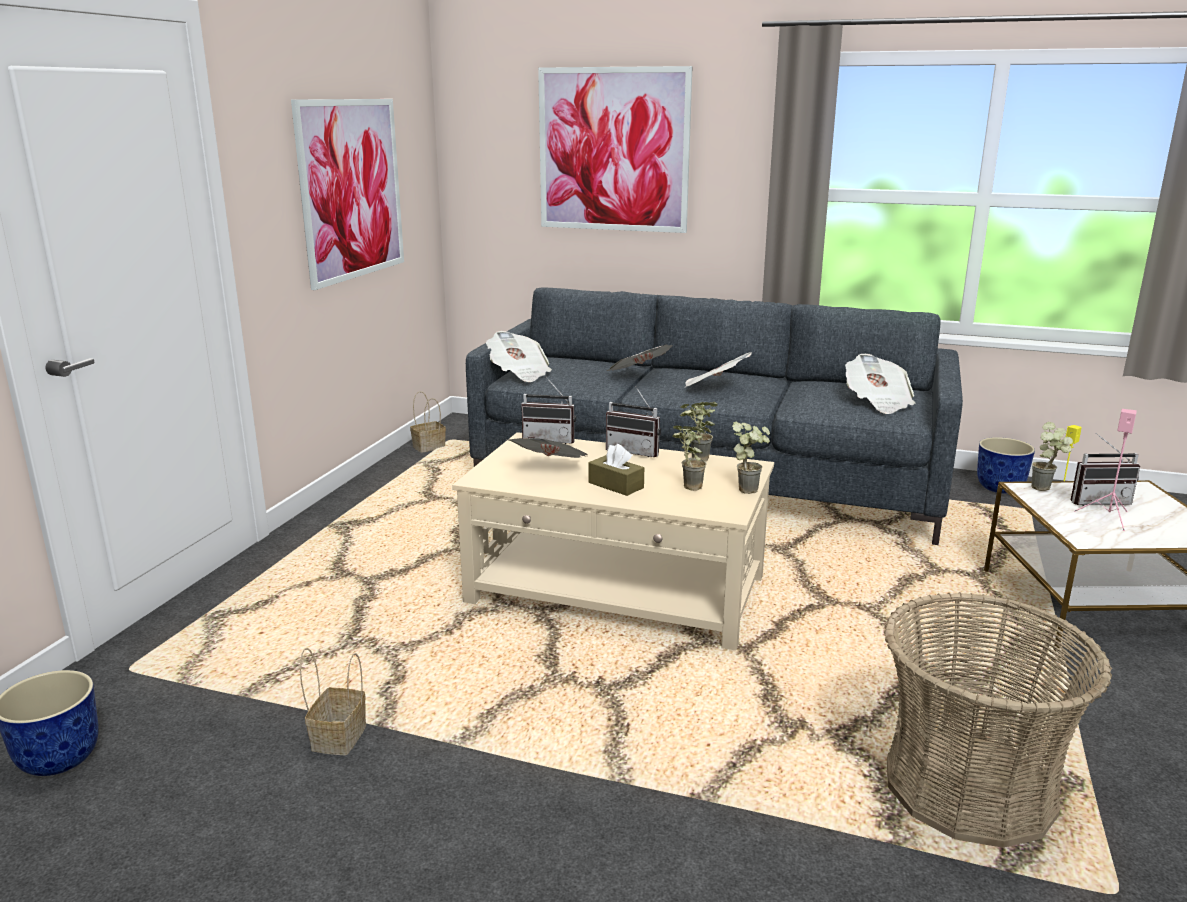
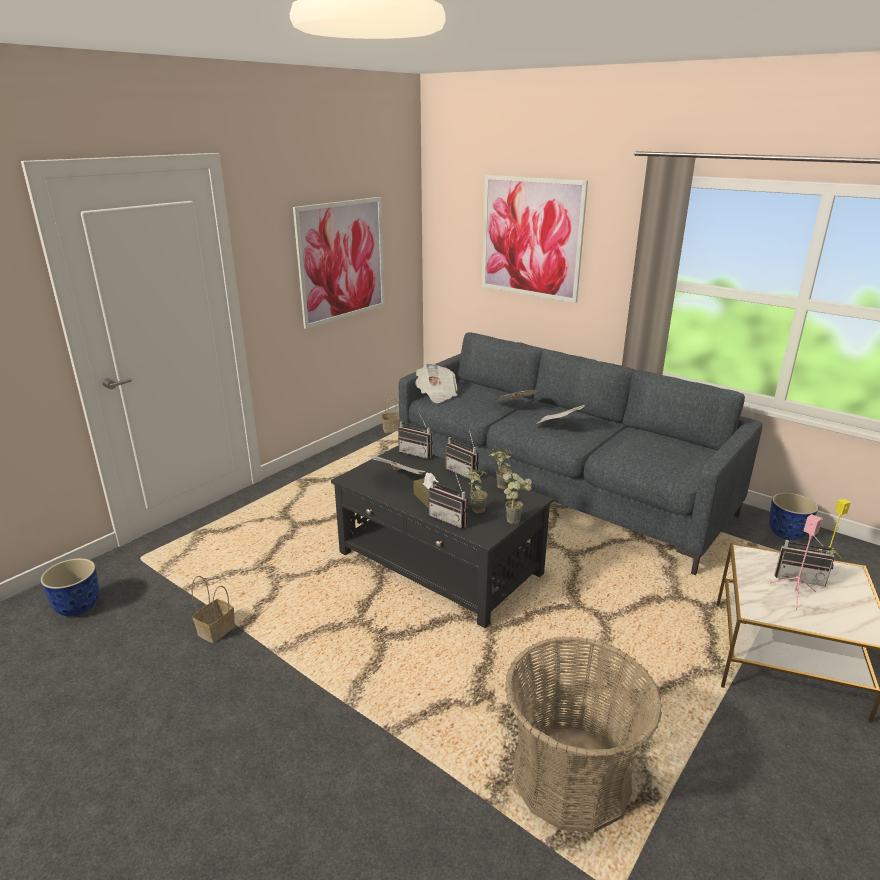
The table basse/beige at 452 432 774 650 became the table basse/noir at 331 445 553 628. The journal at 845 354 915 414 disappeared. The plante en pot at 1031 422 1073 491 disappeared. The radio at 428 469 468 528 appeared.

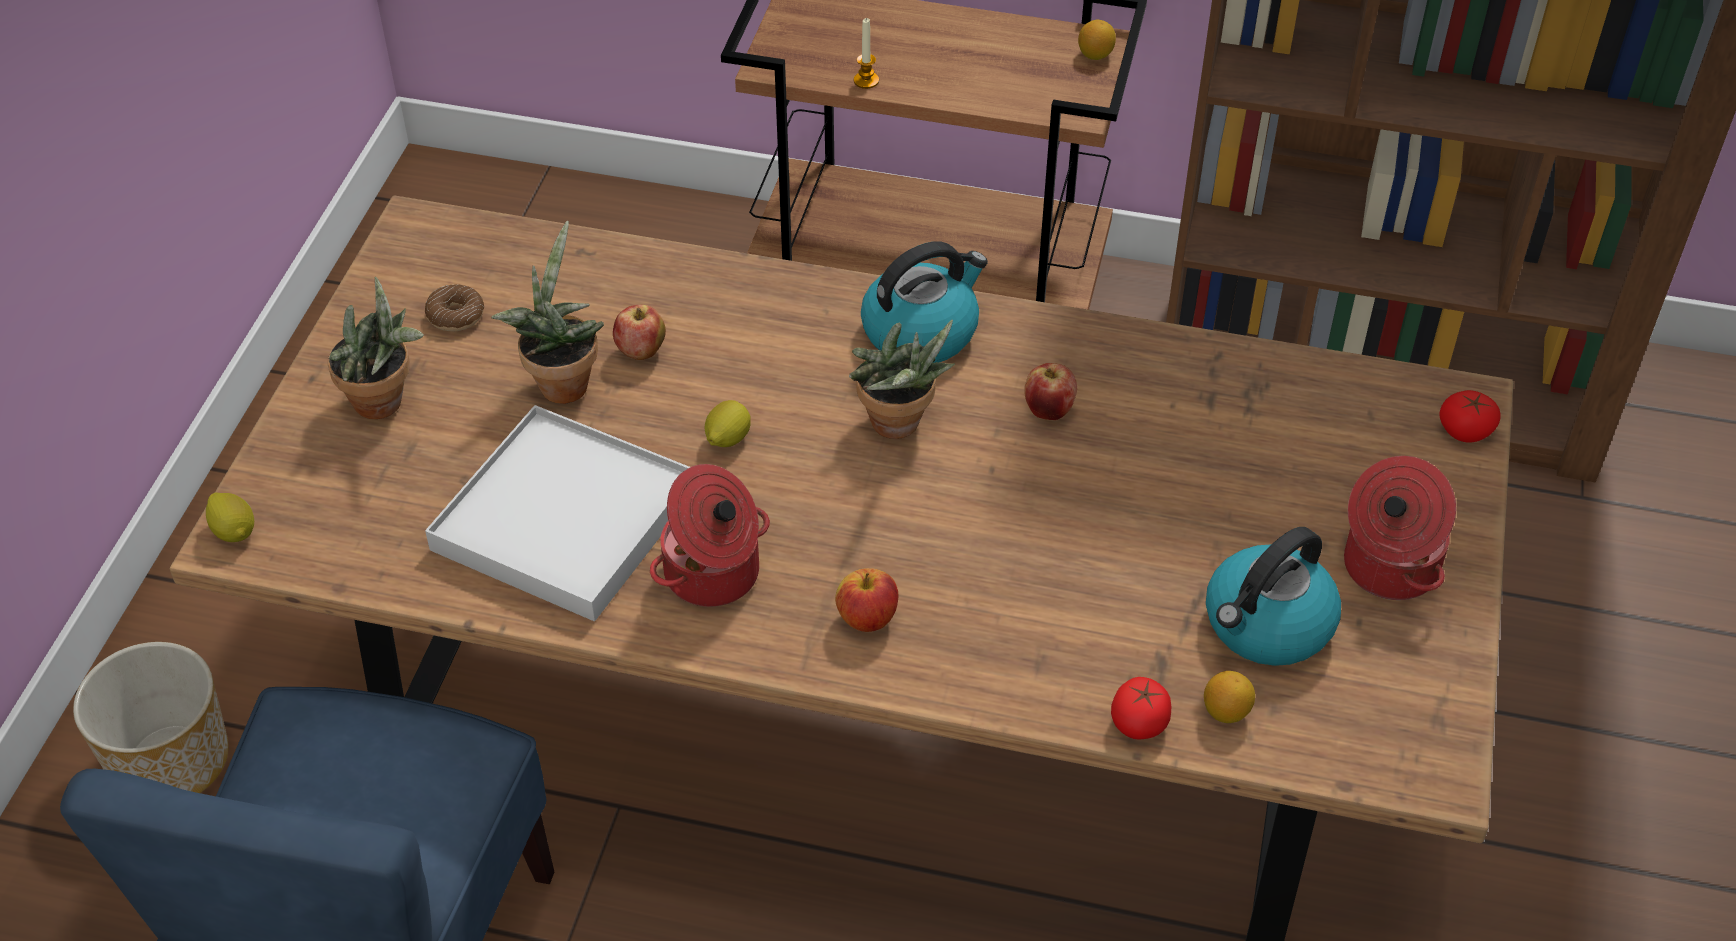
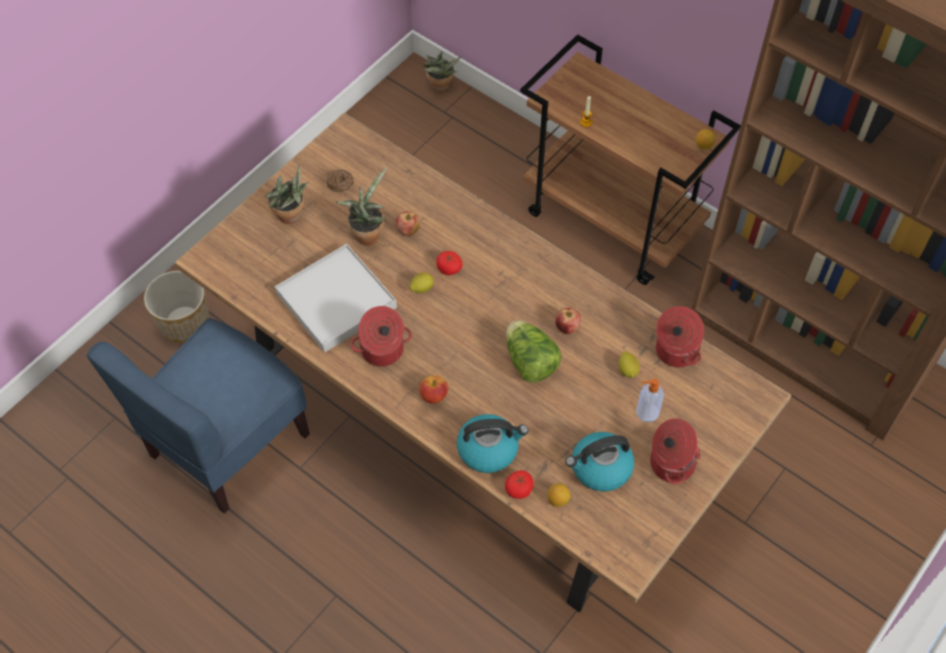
The citron moved from 206 493 254 542 to 619 351 640 378. The plante en pot moved from 849 320 955 439 to 423 51 461 92. The bouilloire moved from 861 241 988 363 to 457 414 528 473. The tomate moved from 1440 390 1501 443 to 437 251 463 275. The laitue at 506 320 561 383 appeared. The distributeur de savon at 636 379 664 422 appeared. The marmite at 656 306 704 368 appeared.

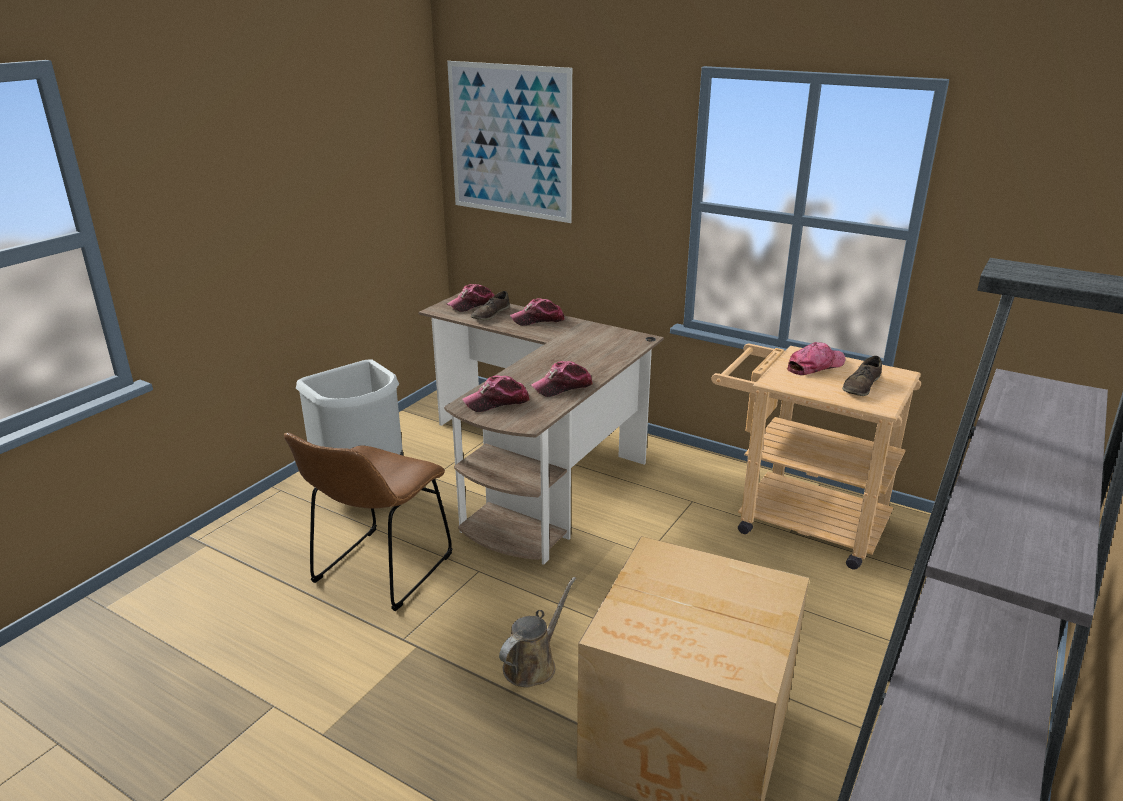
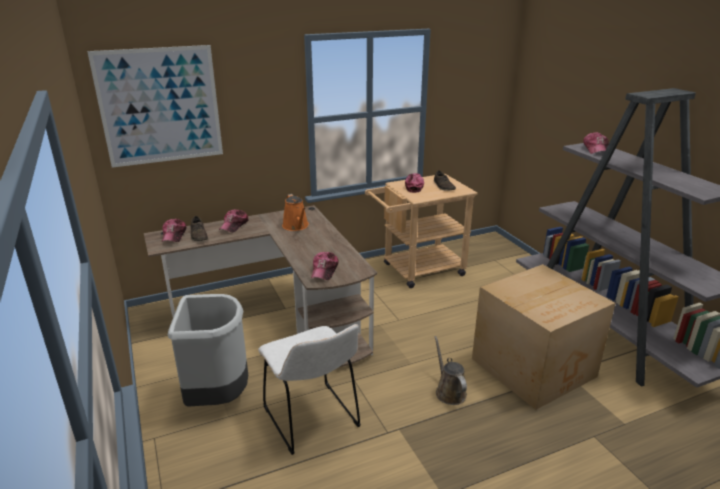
The chaise/marron at 284 433 452 611 became the chaise/blanc at 258 324 360 455. The casquette moved from 531 361 593 397 to 583 132 609 154. The arrosoir/orange at 282 194 309 231 appeared.

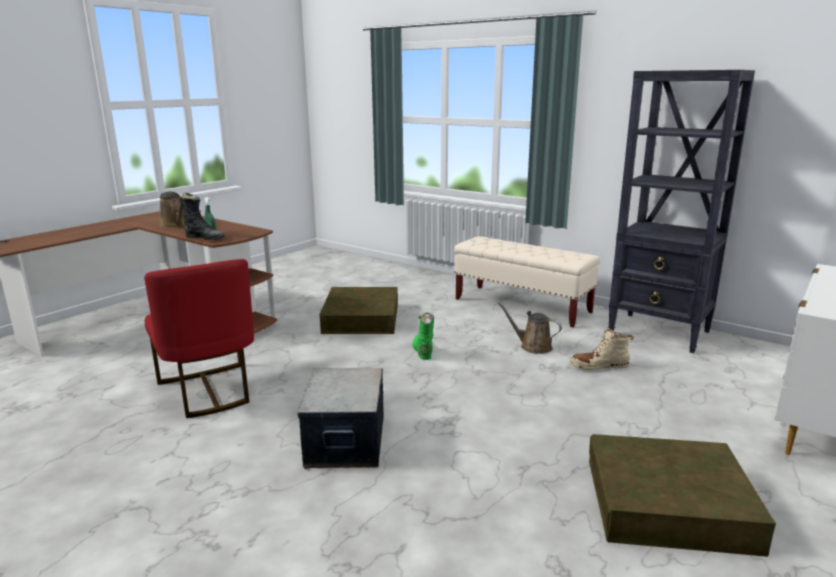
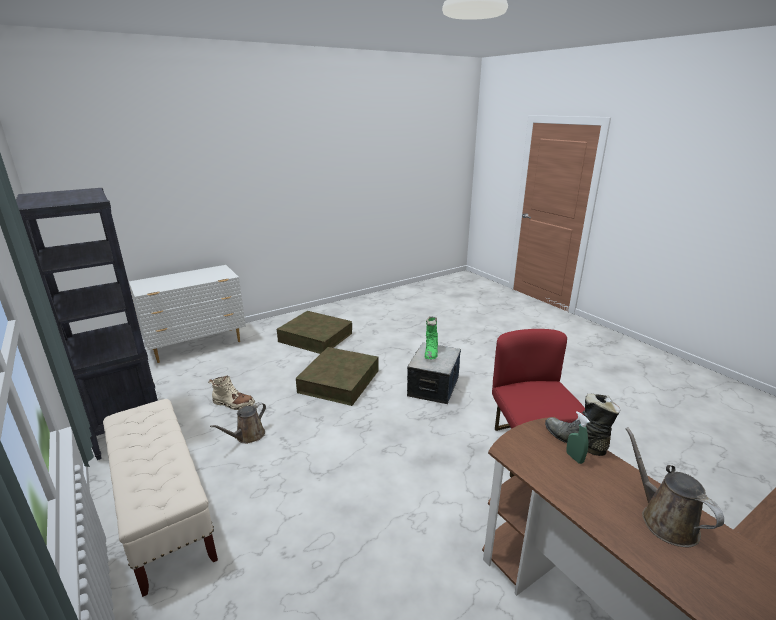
The boîte de rangement/marron moved from 319 287 398 334 to 296 347 379 406. The botte/vert moved from 412 312 434 360 to 425 316 438 359. The arrosoir/marron at 497 302 562 354 turned 75 degrees clockwise.

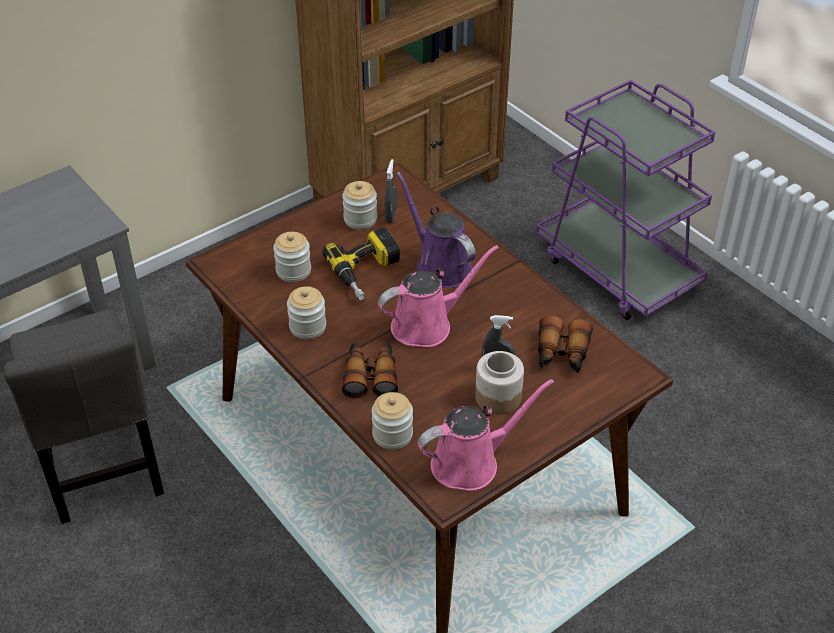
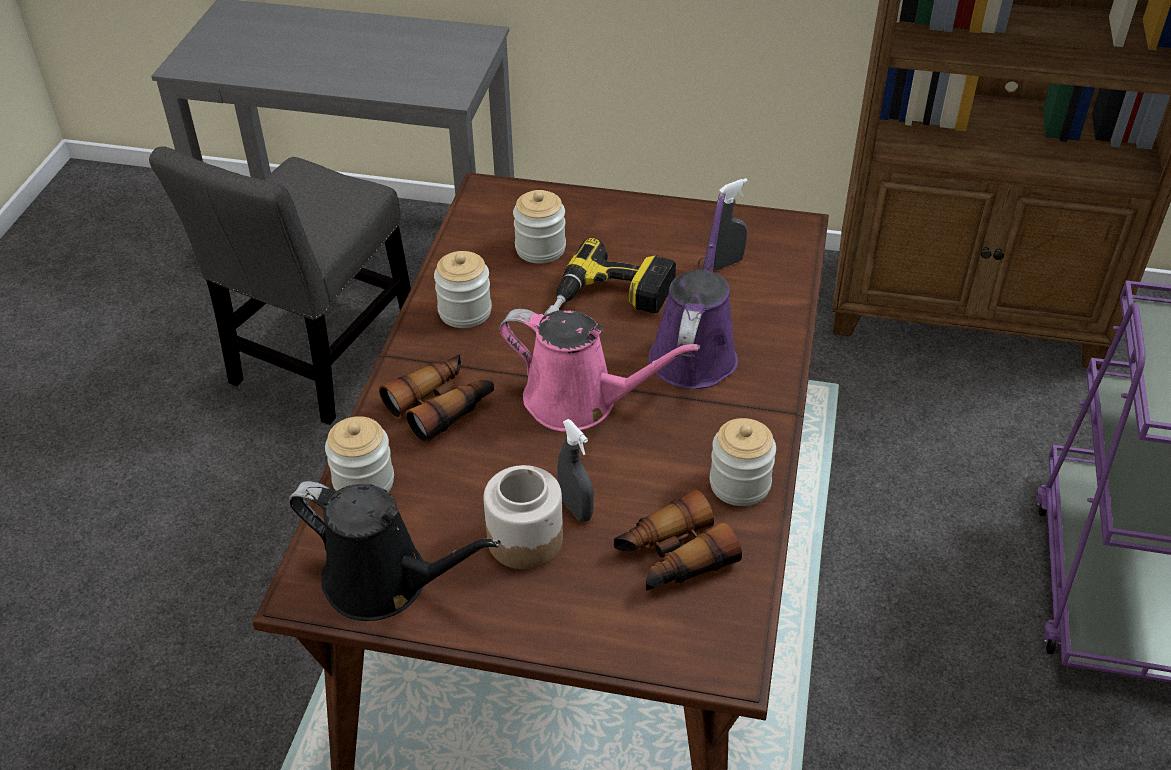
The bocal moved from 342 181 377 229 to 710 418 776 506. The arrosoir/rose at 418 379 554 491 became the arrosoir/noir at 289 481 501 621.

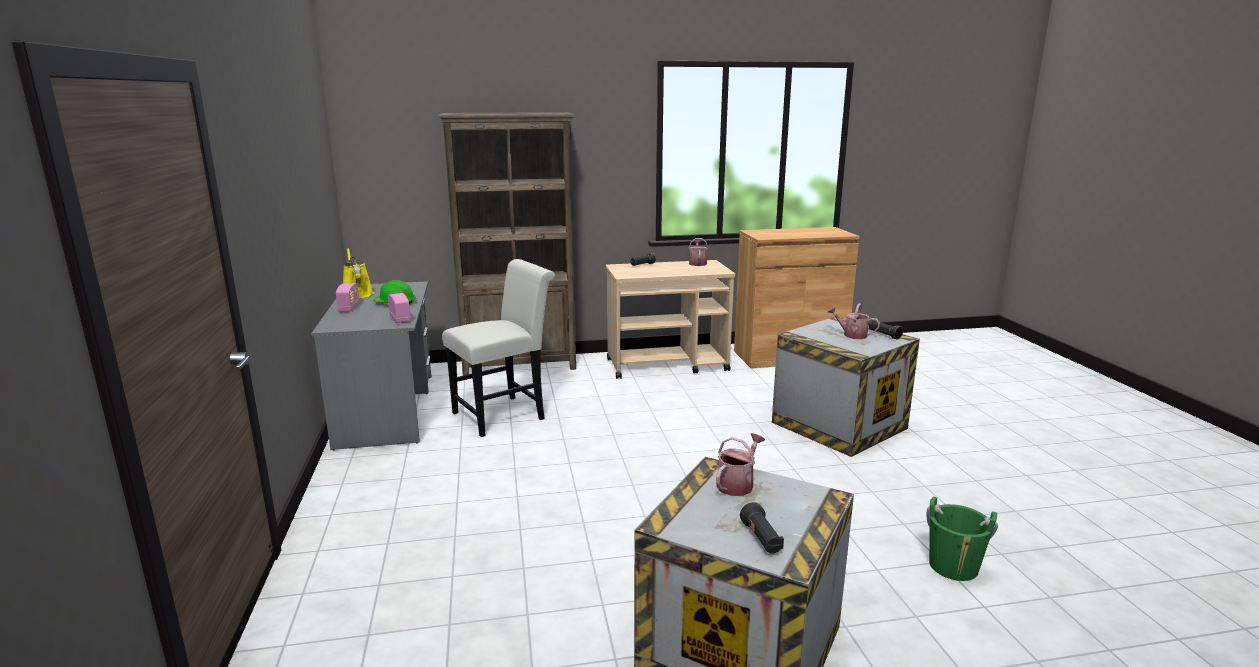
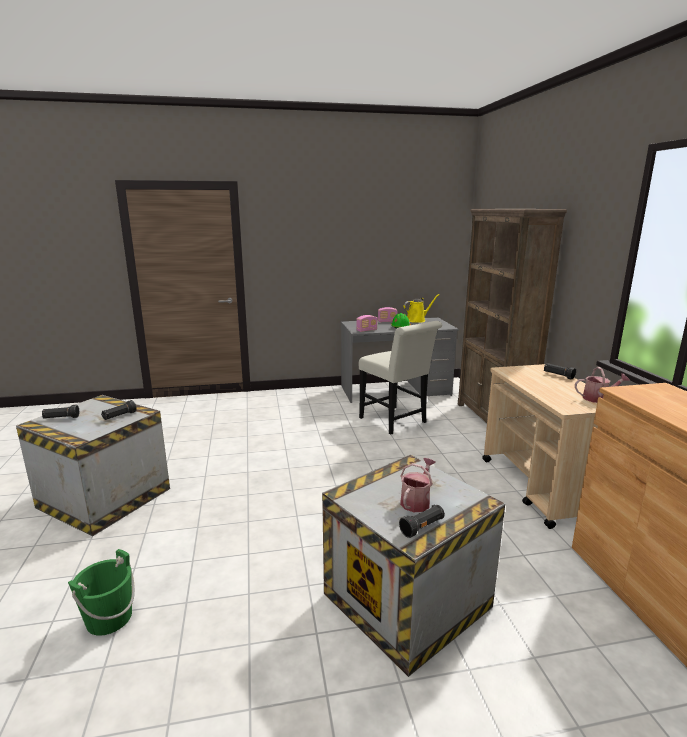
The arrosoir at 716 433 765 496 was replaced by the lampe de poche/noir at 101 400 137 420.

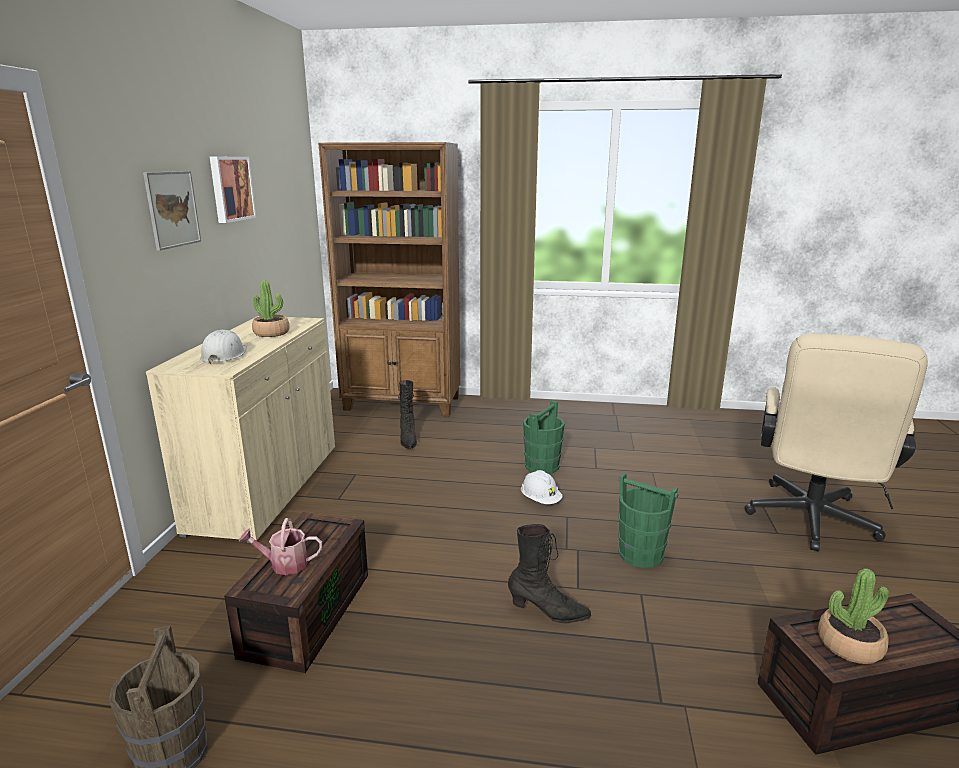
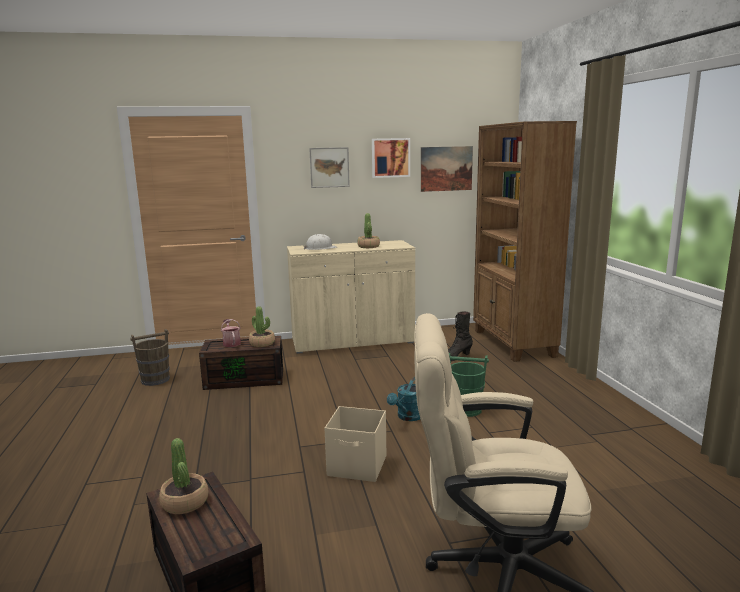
The botte/noir at 508 524 591 623 disappeared. The casque de chantier/blanc at 521 470 562 504 was replaced by the arrosoir/turquoise at 387 377 420 421. The seau/vert at 619 473 678 568 was replaced by the boîte de rangement/beige at 324 406 386 482. The plante en pot at 249 306 275 347 appeared. The tableau at 421 146 473 192 appeared.

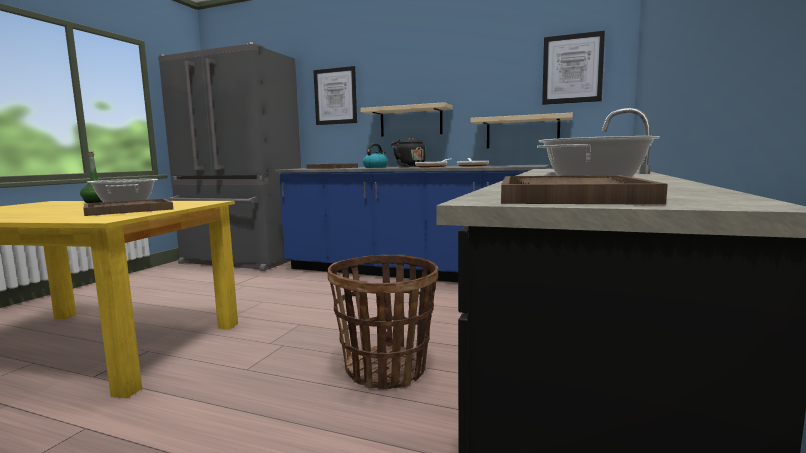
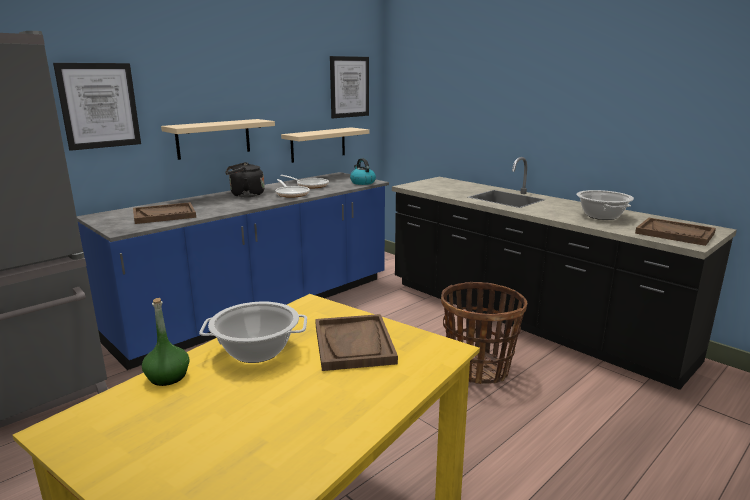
The bouilloire moved from 363 143 388 168 to 350 158 376 185.

